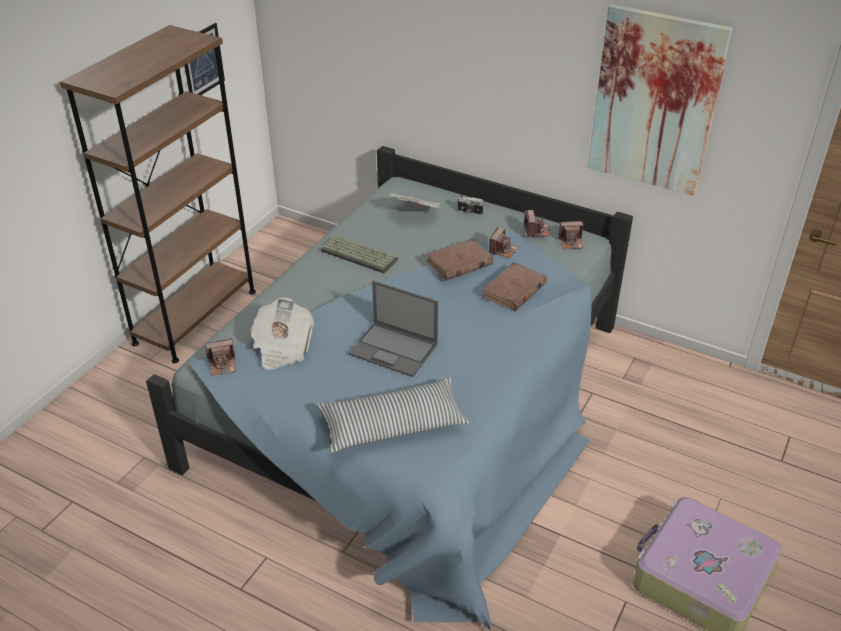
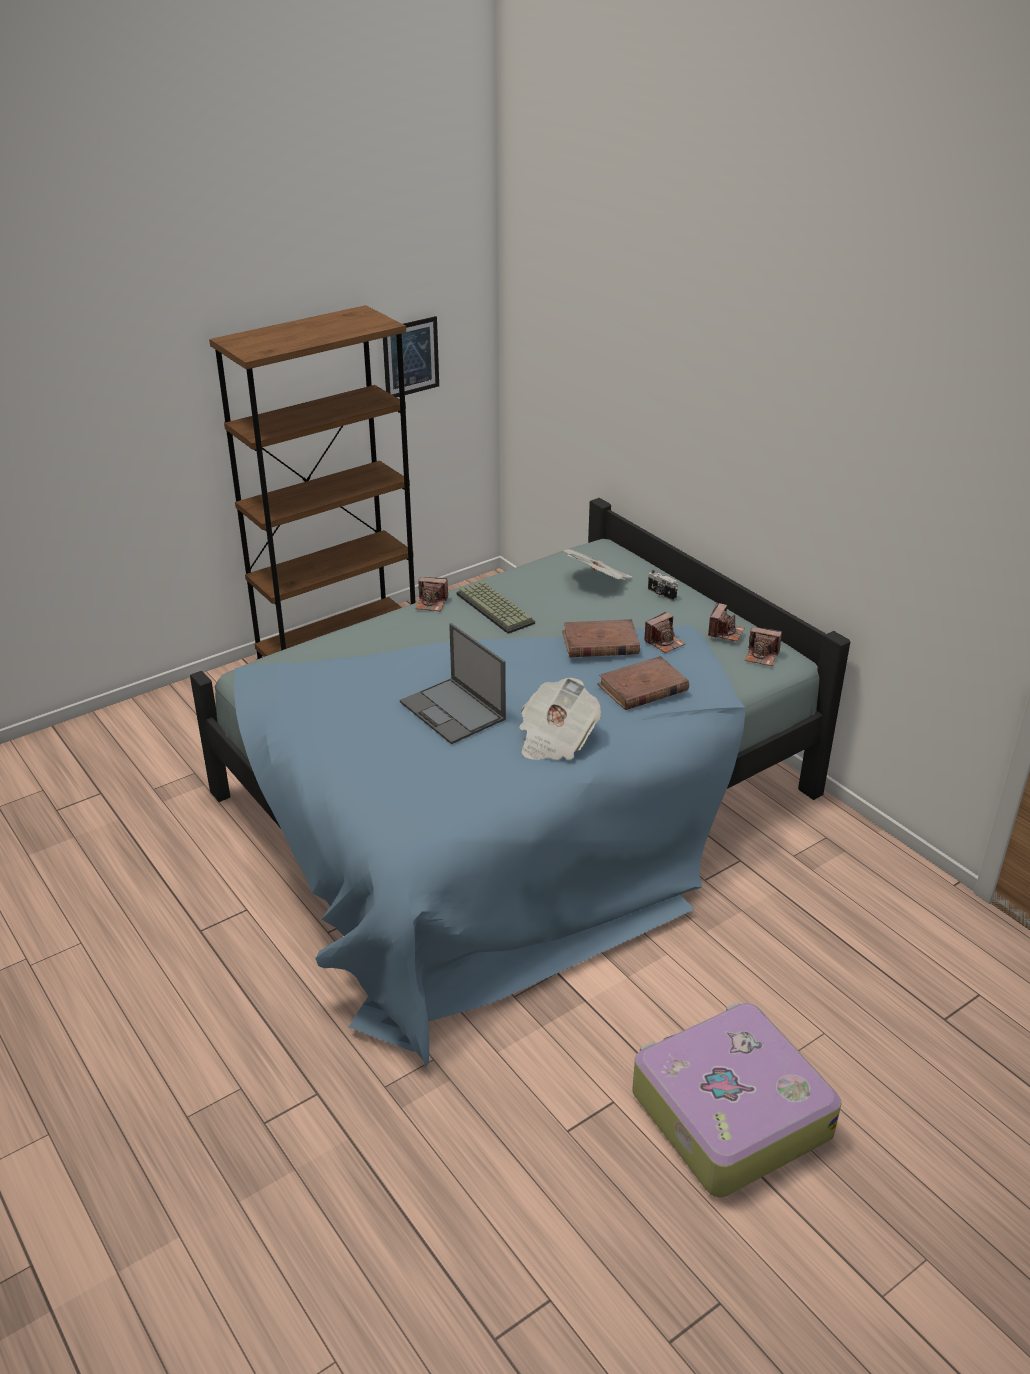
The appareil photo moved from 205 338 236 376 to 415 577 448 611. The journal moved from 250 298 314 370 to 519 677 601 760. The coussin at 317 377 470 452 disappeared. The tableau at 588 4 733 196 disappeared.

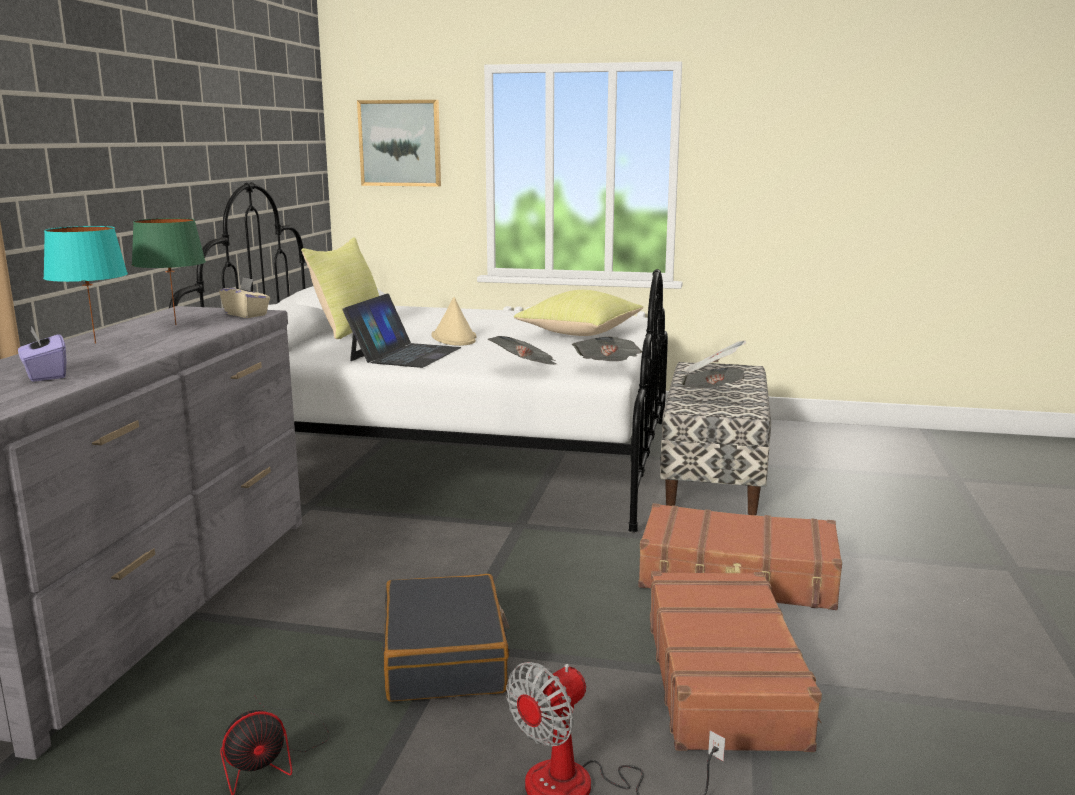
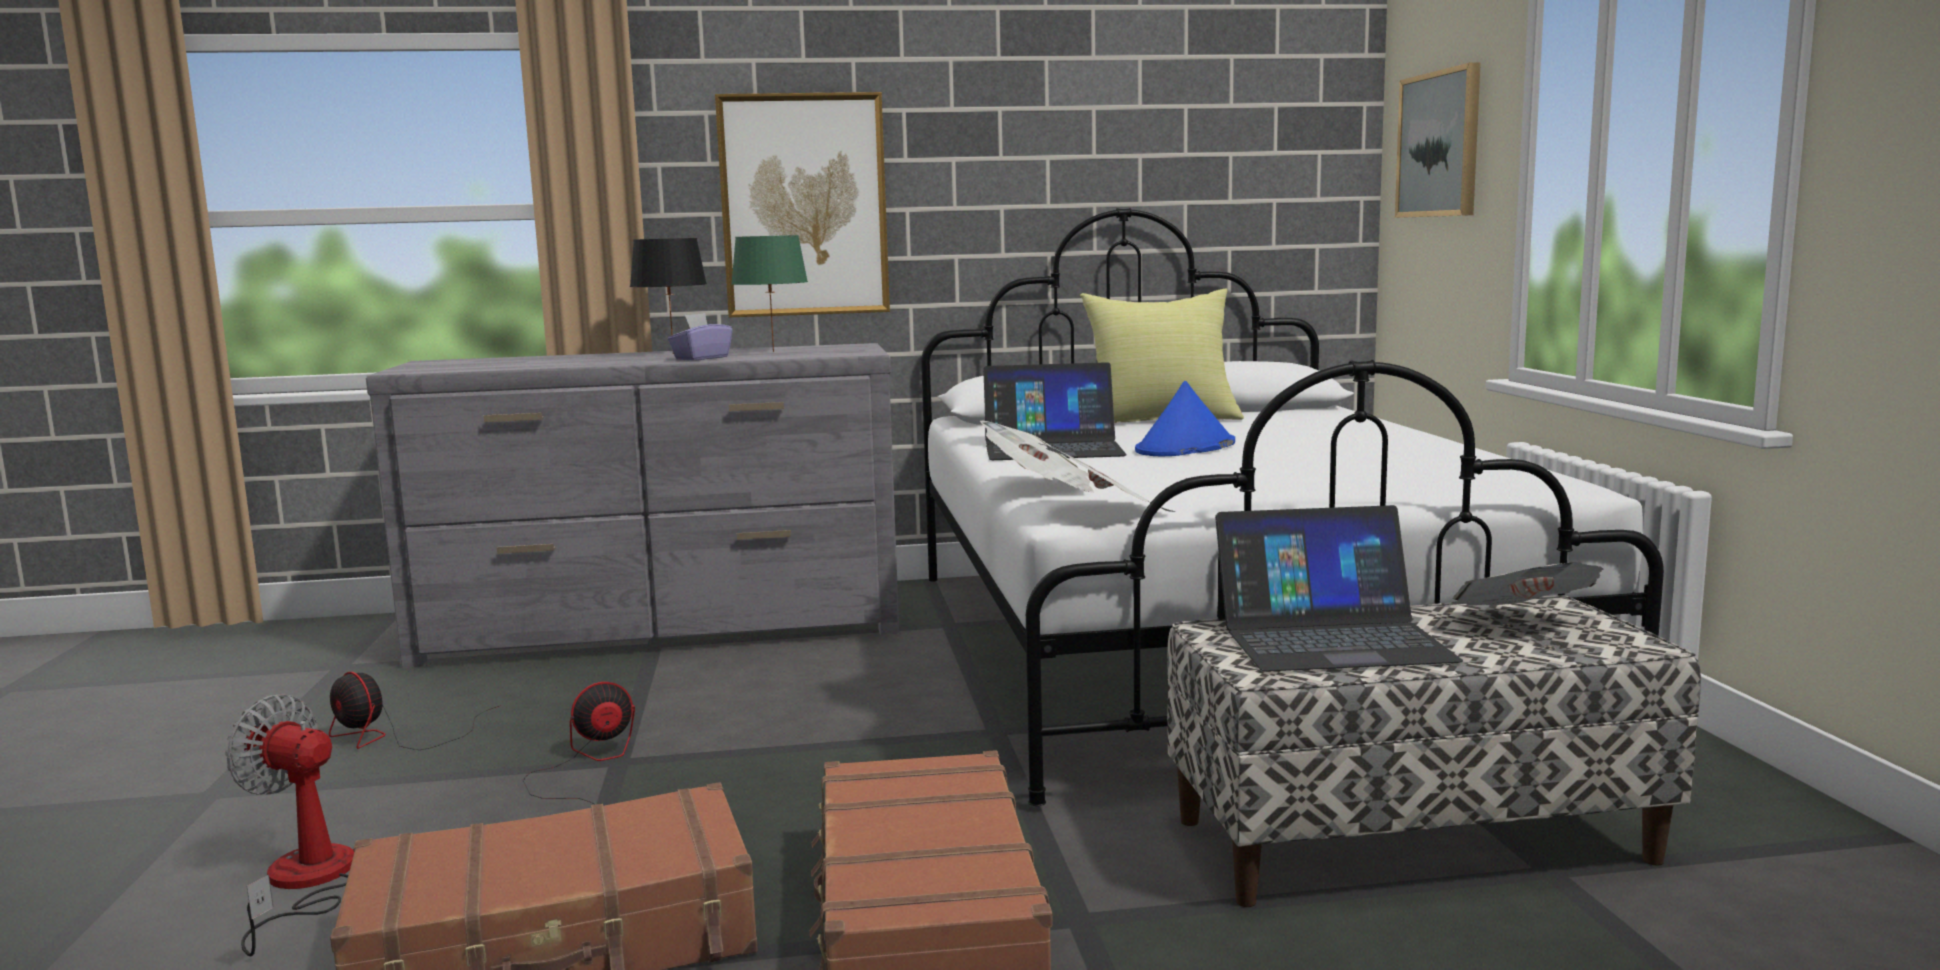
The boîte à mouchoirs/violet moved from 18 326 67 382 to 668 313 733 360. The lampe de table/turquoise at 43 226 128 344 became the lampe de table/noir at 630 238 707 354. The boîte à mouchoirs/beige at 219 277 270 318 disappeared. The valise/noir at 383 574 510 702 was replaced by the ventilateur at 523 682 635 805. The chapeau/beige at 431 297 476 346 became the chapeau/bleu at 1135 381 1235 456. The coussin/jaune at 514 290 643 336 disappeared. The journal at 682 367 745 388 was replaced by the ordinateur portable at 1215 505 1463 671. The tableau at 715 92 890 317 appeared.

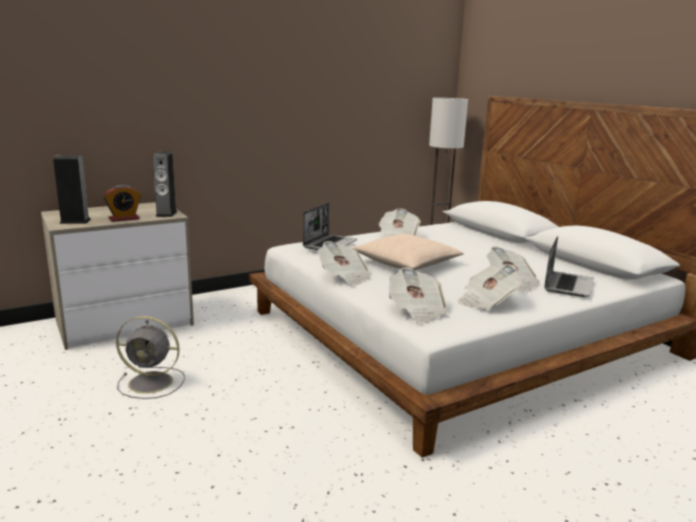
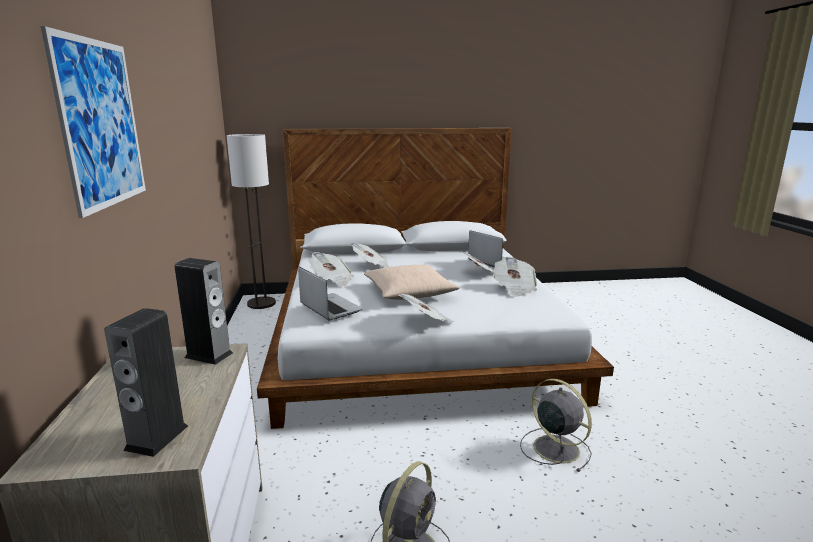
The réveil at 103 185 141 222 disappeared. The journal moved from 389 268 447 324 to 350 243 389 268. The tableau at 41 26 146 218 appeared. The ventilateur/gris at 520 379 592 472 appeared.

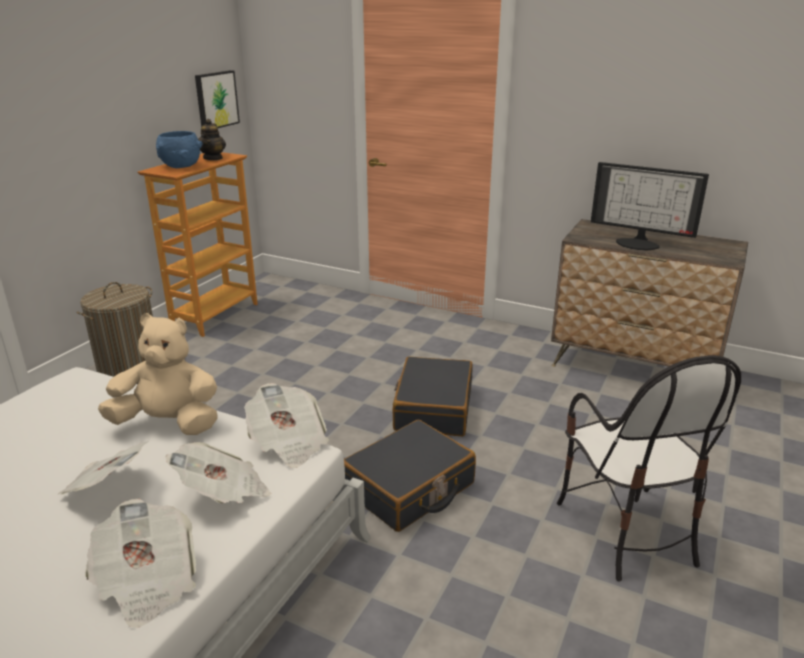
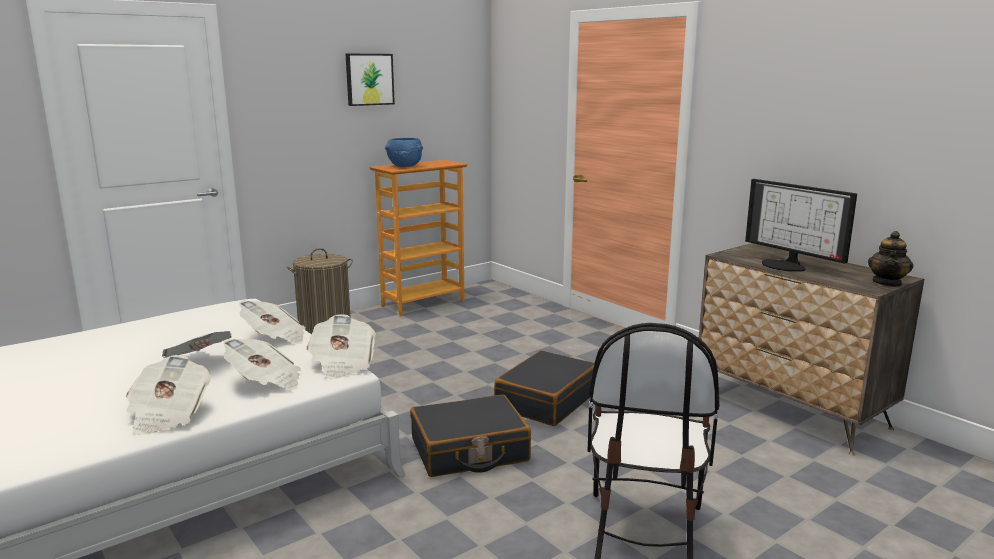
The peluche/beige at 98 313 218 435 was replaced by the journal at 239 301 305 344. The tableau moved from 195 70 240 128 to 346 54 395 106. The théière moved from 198 119 226 160 to 868 231 914 287.

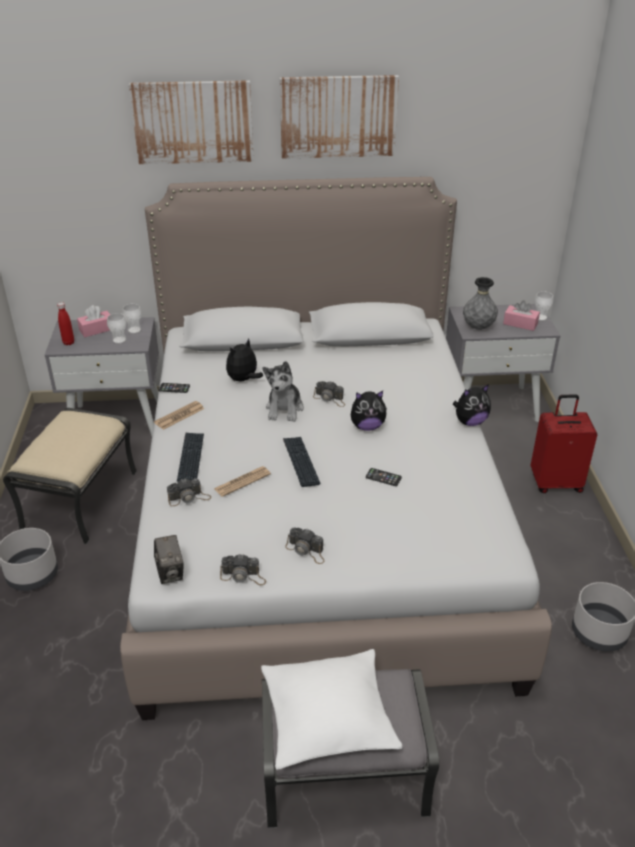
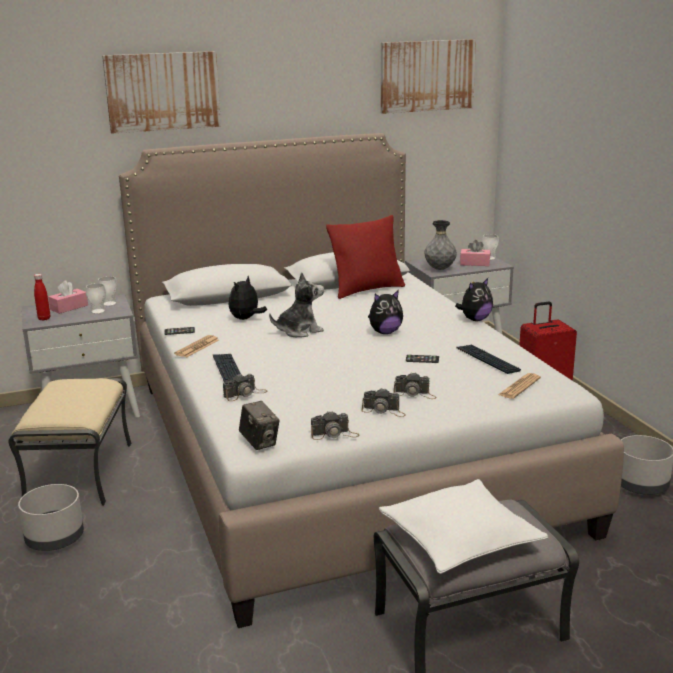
The journal moved from 214 466 271 497 to 498 373 541 399. The peluche at 263 361 304 422 turned 105 degrees counterclockwise. The tableau moved from 280 75 399 159 to 381 39 476 114. The clavier moved from 283 437 320 487 to 456 345 521 374. The appareil photo moved from 313 381 345 407 to 394 372 436 399. The coussin/rouge at 326 215 405 299 appeared.

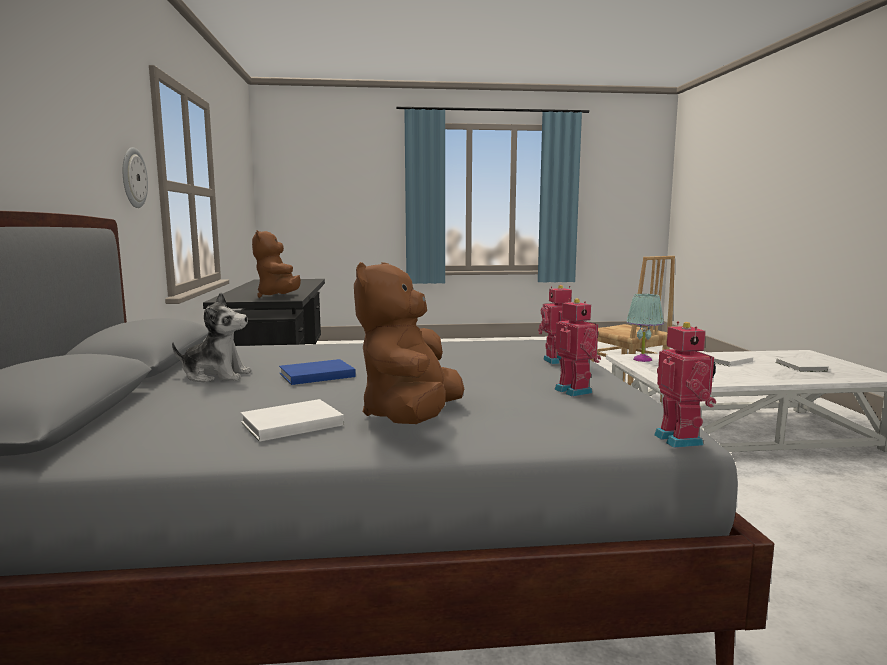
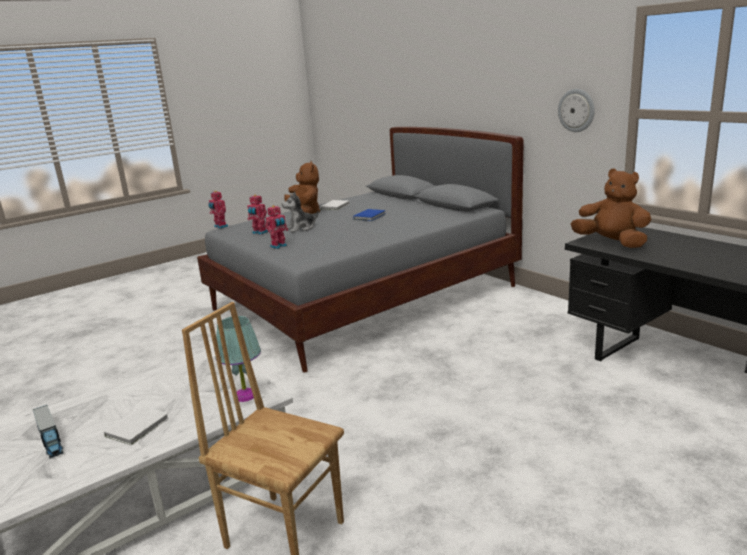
The peluche moved from 172 293 252 383 to 282 192 319 232. The livre/blanc at 775 358 829 372 was replaced by the camion jouet at 33 405 64 458.

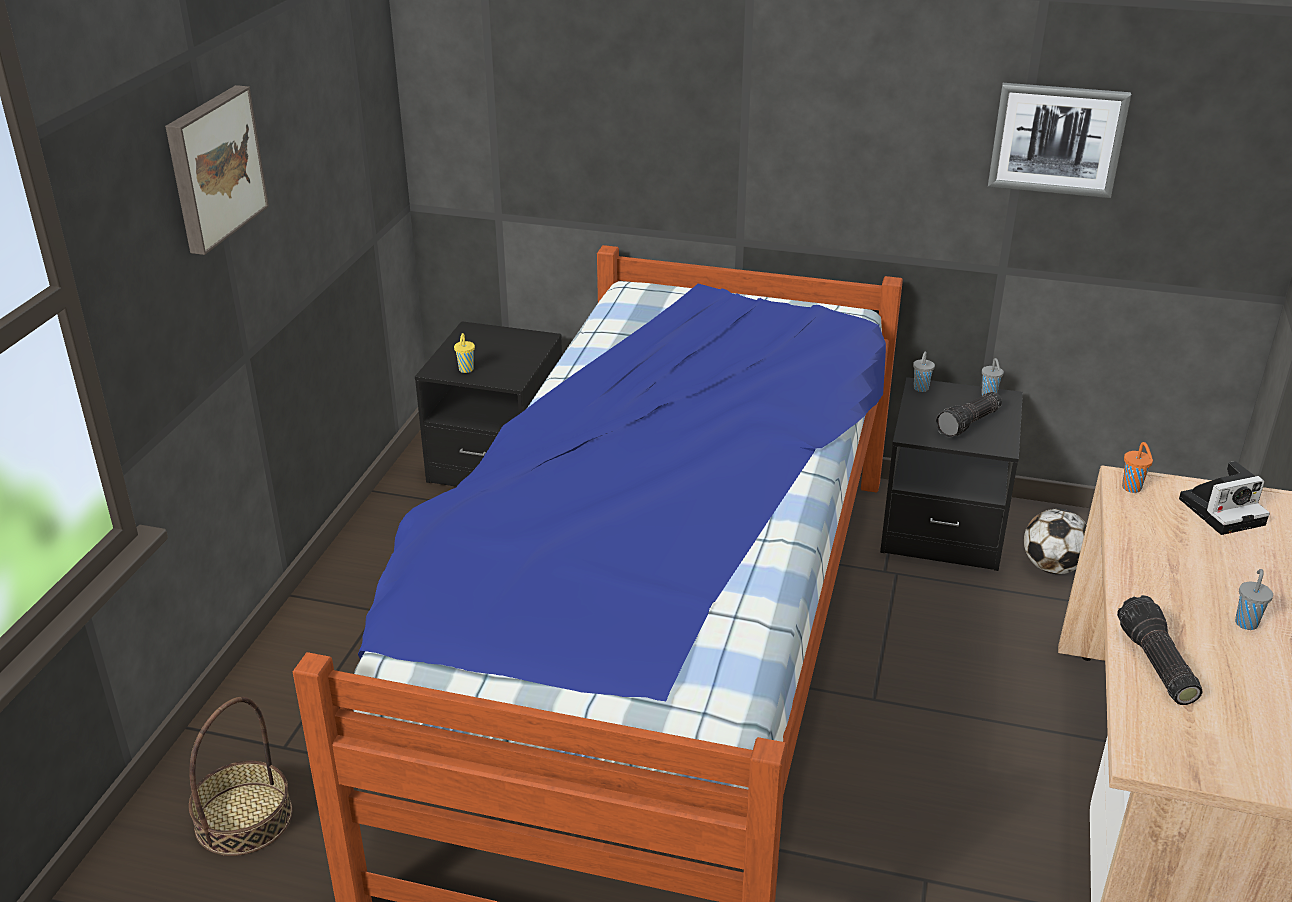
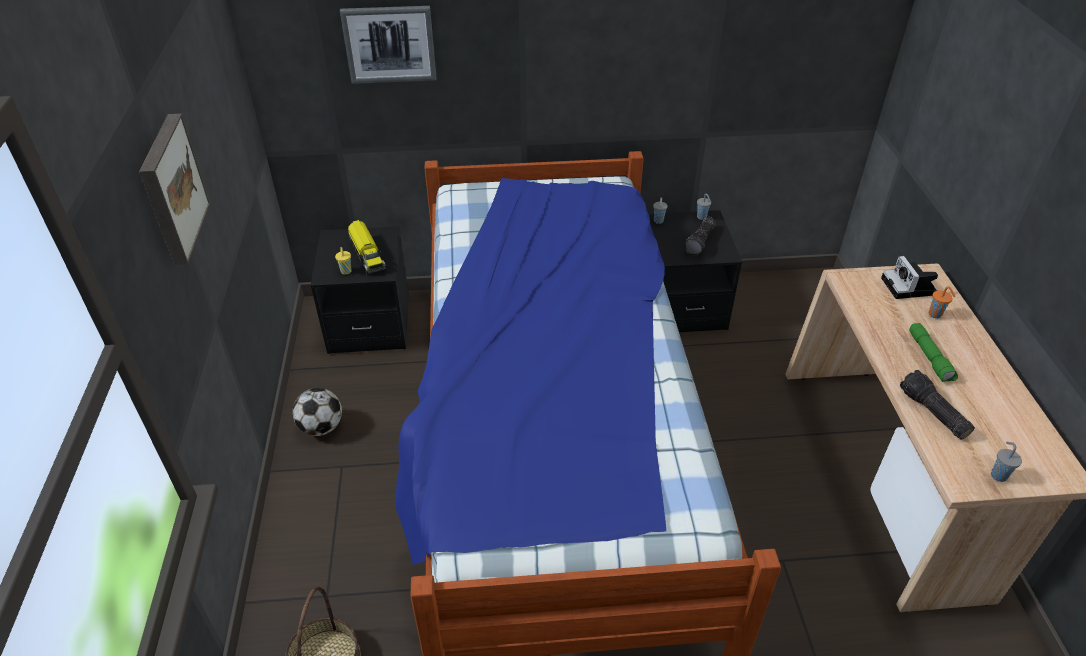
The tableau moved from 988 83 1131 198 to 340 6 436 84. The ballon de foot moved from 1024 509 1087 574 to 293 388 342 436. The tasse/orange moved from 1122 442 1153 493 to 929 286 956 319. The appareil photo at 1179 461 1270 535 turned 120 degrees clockwise. The tasse/gris moved from 1235 569 1273 630 to 991 442 1022 482. The camion jouet at 348 220 386 275 appeared. The lampe de poche/vert at 909 323 958 382 appeared.

